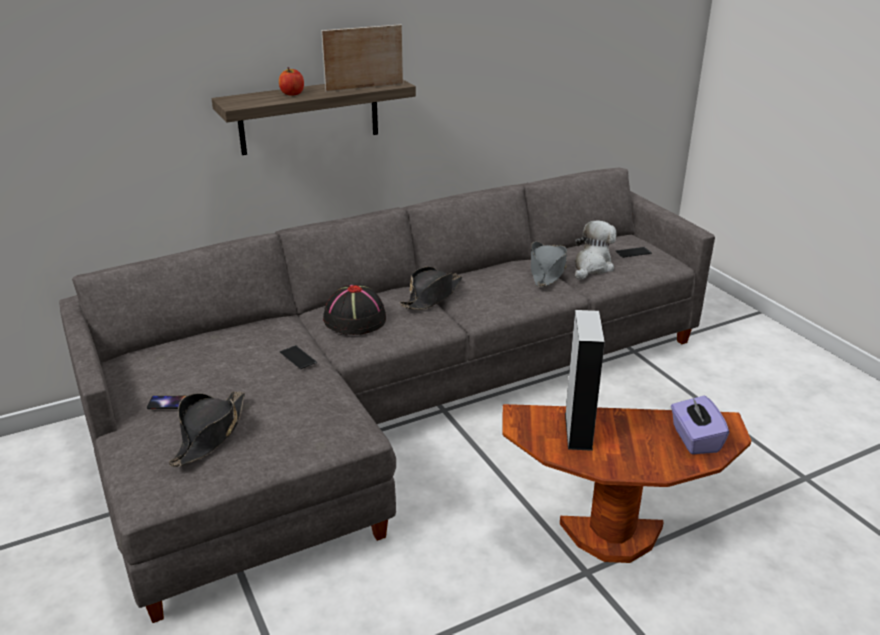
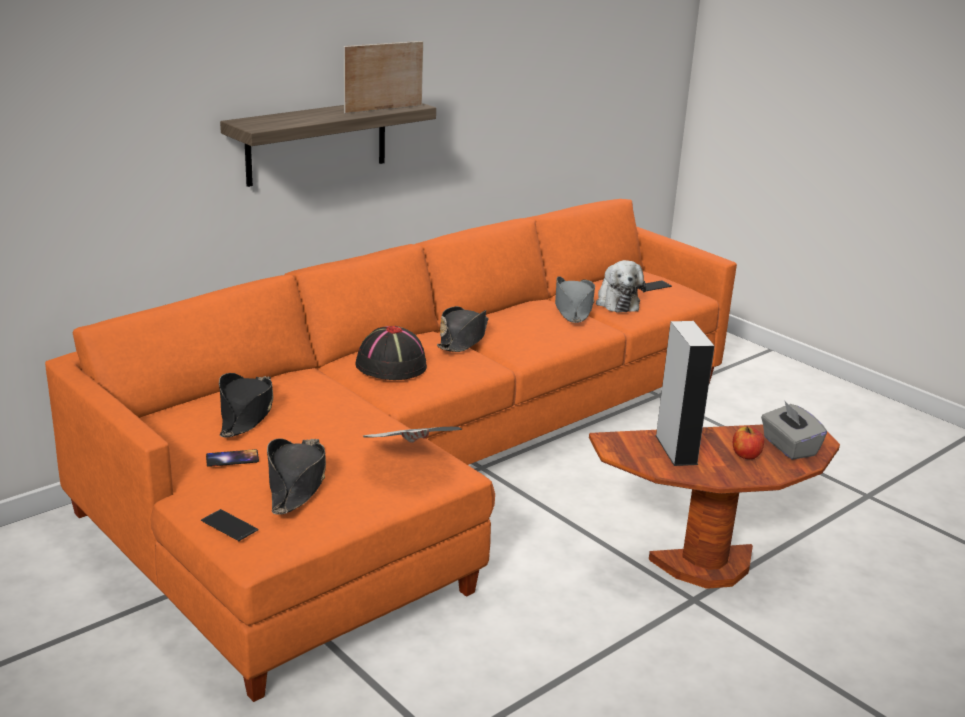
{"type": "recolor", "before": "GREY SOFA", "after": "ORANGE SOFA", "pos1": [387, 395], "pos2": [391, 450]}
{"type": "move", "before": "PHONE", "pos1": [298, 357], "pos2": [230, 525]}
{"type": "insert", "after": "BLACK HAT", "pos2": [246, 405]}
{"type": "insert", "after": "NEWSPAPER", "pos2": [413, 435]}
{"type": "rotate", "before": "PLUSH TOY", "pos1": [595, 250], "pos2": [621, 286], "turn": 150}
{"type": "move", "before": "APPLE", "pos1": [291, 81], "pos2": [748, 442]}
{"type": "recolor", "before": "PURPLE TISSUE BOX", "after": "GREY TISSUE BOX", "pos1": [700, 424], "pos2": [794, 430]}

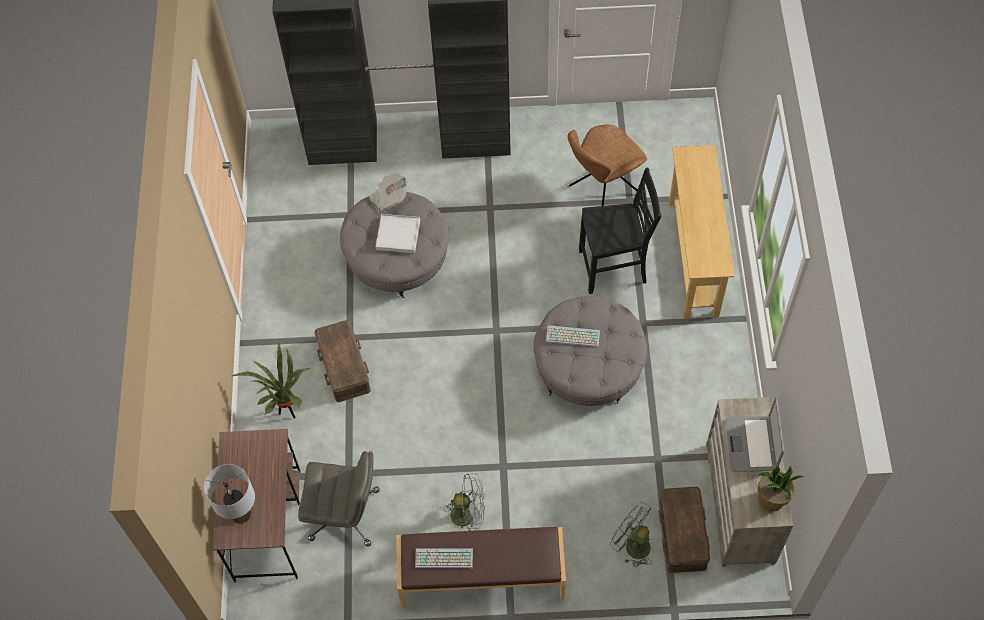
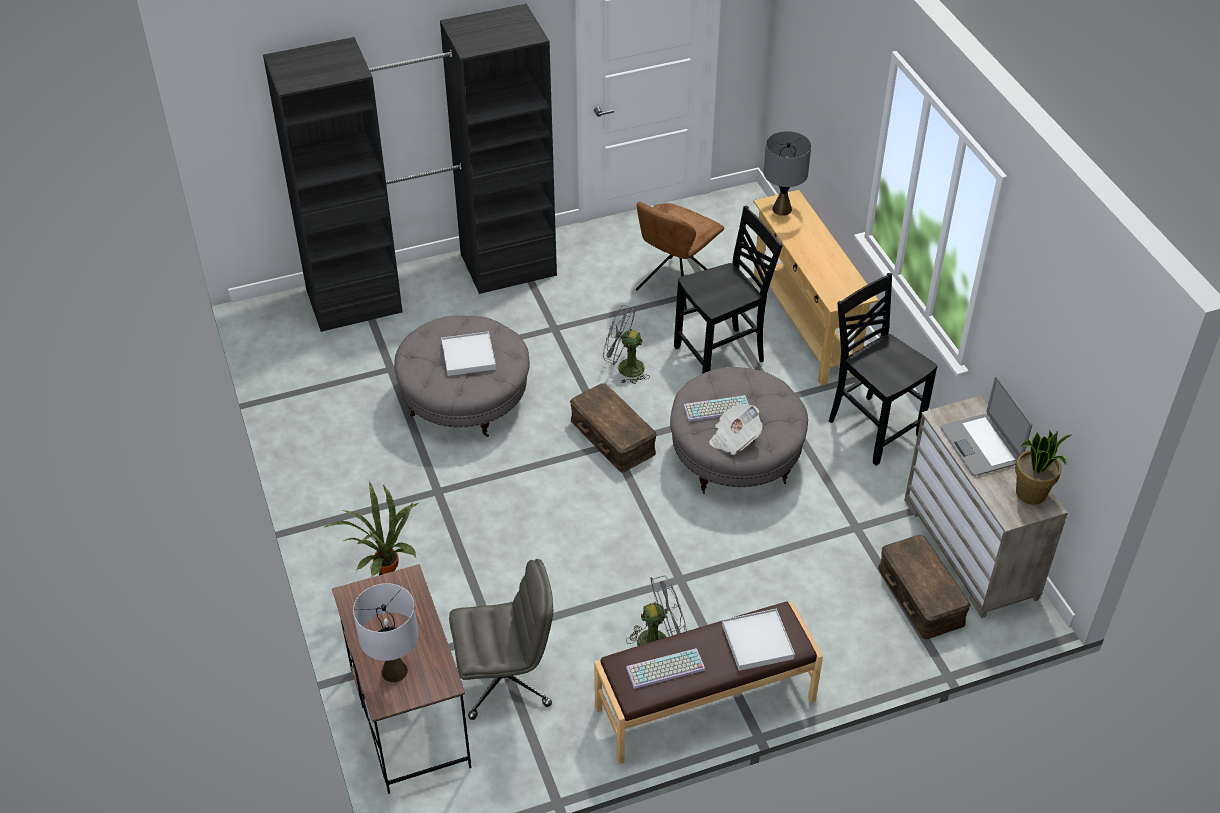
{"type": "move", "before": "BROWN STORAGE BOX", "pos1": [343, 361], "pos2": [613, 428]}
{"type": "move", "before": "GREY FAN", "pos1": [631, 534], "pos2": [626, 344]}
{"type": "move", "before": "NEWSPAPER", "pos1": [389, 192], "pos2": [736, 429]}
{"type": "insert", "after": "WHITE TRAY", "pos2": [758, 640]}
{"type": "insert", "after": "GREY TABLE LAMP", "pos2": [787, 173]}
{"type": "insert", "after": "BLACK CHAIR", "pos2": [883, 369]}

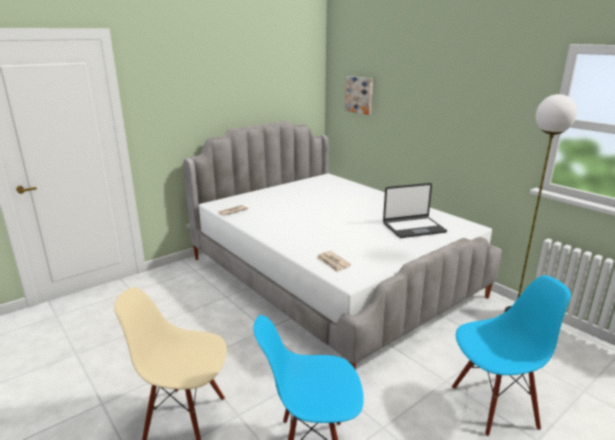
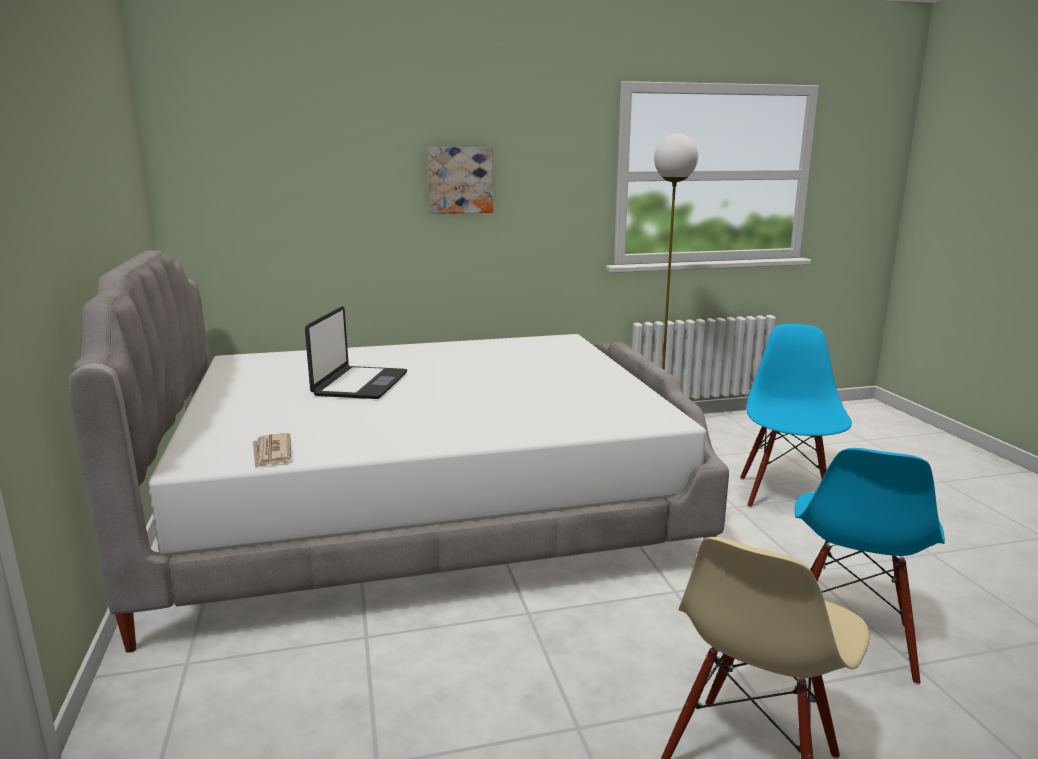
{"type": "move", "before": "LAPTOP", "pos1": [415, 210], "pos2": [356, 352]}
{"type": "move", "before": "PICTURE", "pos1": [359, 95], "pos2": [460, 180]}
{"type": "delete", "before": "NEWSPAPER", "pos1": [333, 261]}

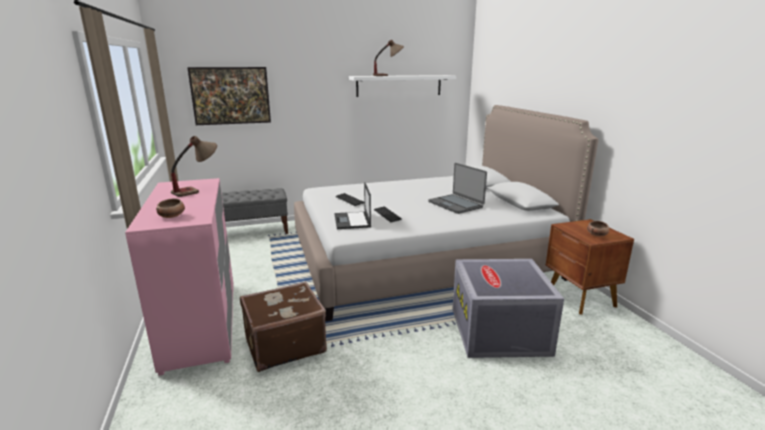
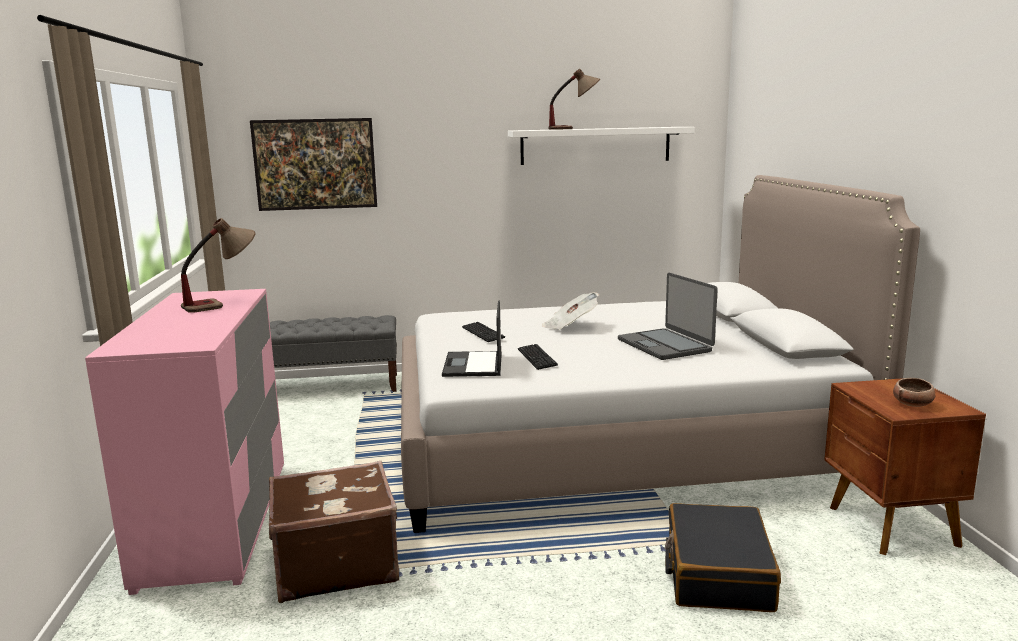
{"type": "insert", "after": "NEWSPAPER", "pos2": [570, 311]}
{"type": "replace", "before": "GREY STORAGE BOX", "after": "BLACK SUITCASE", "pos1": [508, 308], "pos2": [723, 557]}
{"type": "delete", "before": "BOWL", "pos1": [170, 208]}

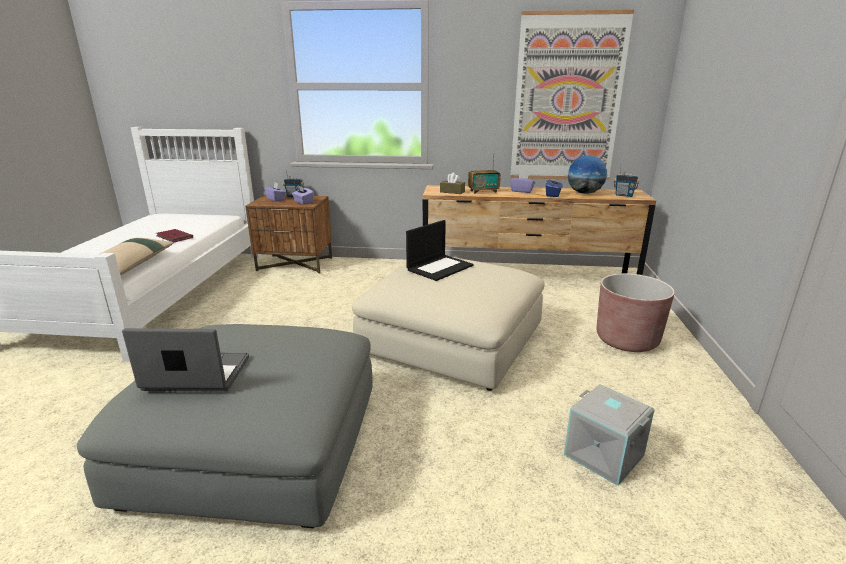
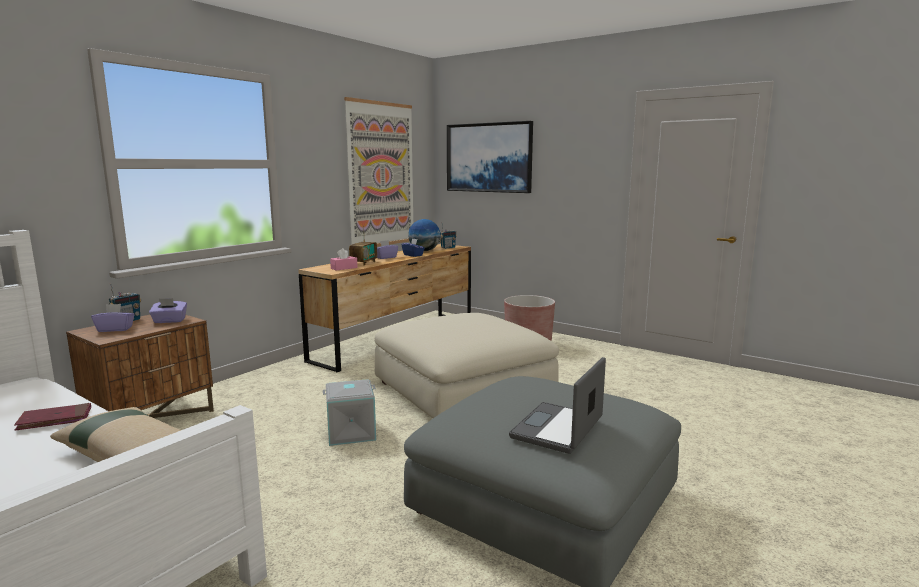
{"type": "move", "before": "GREY STORAGE BOX", "pos1": [609, 435], "pos2": [349, 413]}
{"type": "recolor", "before": "BROWN TISSUE BOX", "after": "PINK TISSUE BOX", "pos1": [452, 183], "pos2": [344, 259]}
{"type": "insert", "after": "PICTURE", "pos2": [490, 157]}
{"type": "delete", "before": "LAPTOP", "pos1": [439, 250]}

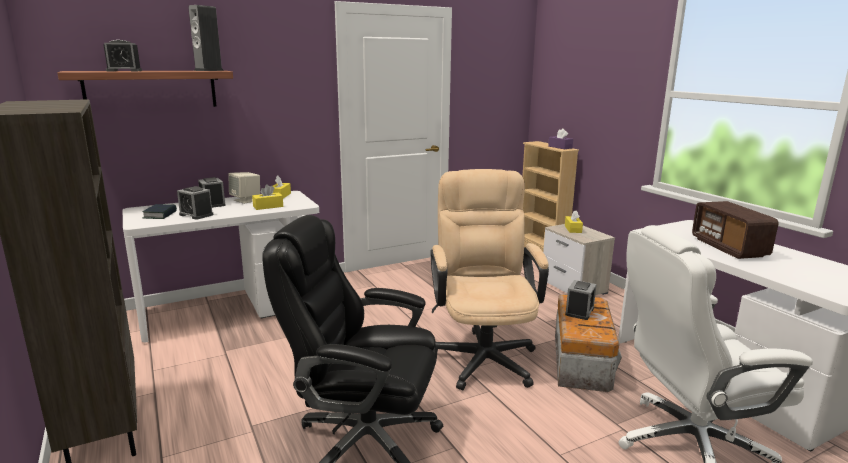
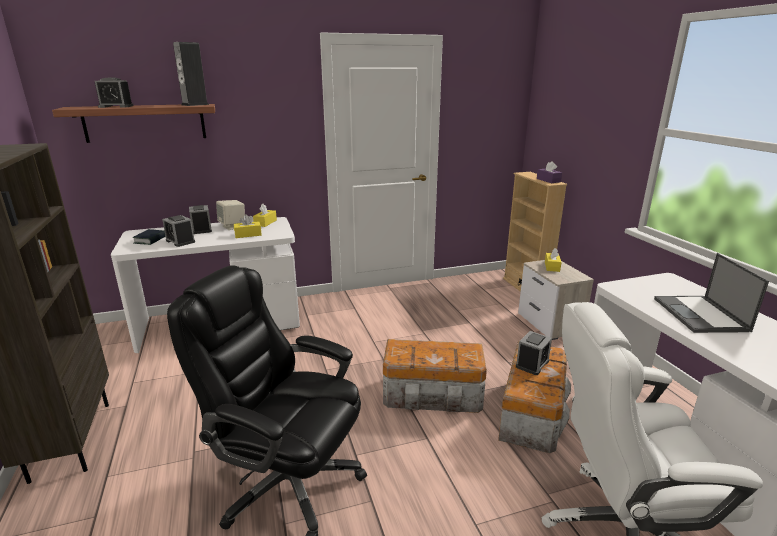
{"type": "replace", "before": "BEIGE OFFICE CHAIR", "after": "STORAGE BOX", "pos1": [489, 279], "pos2": [435, 376]}
{"type": "replace", "before": "RADIO", "after": "LAPTOP", "pos1": [735, 230], "pos2": [711, 293]}

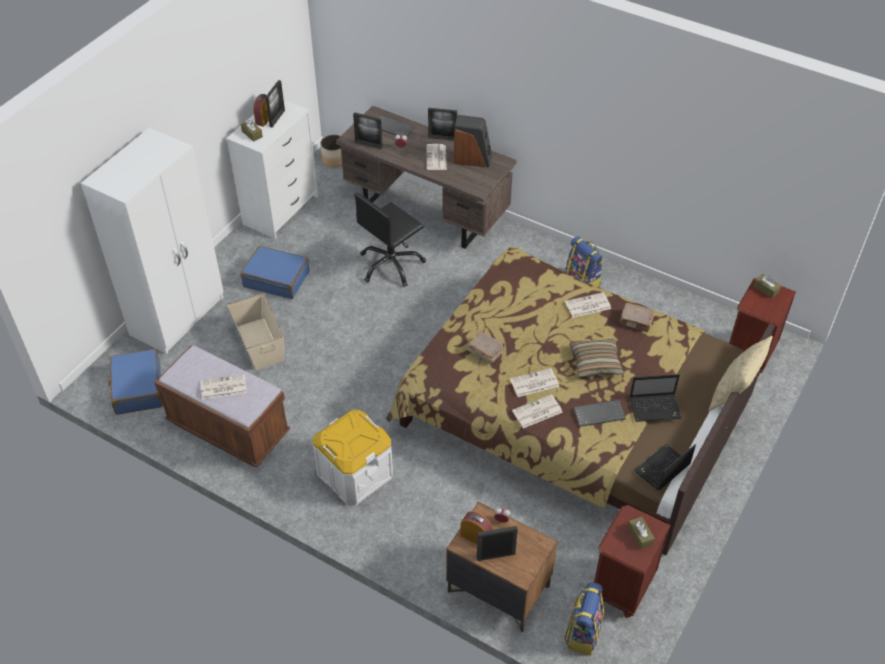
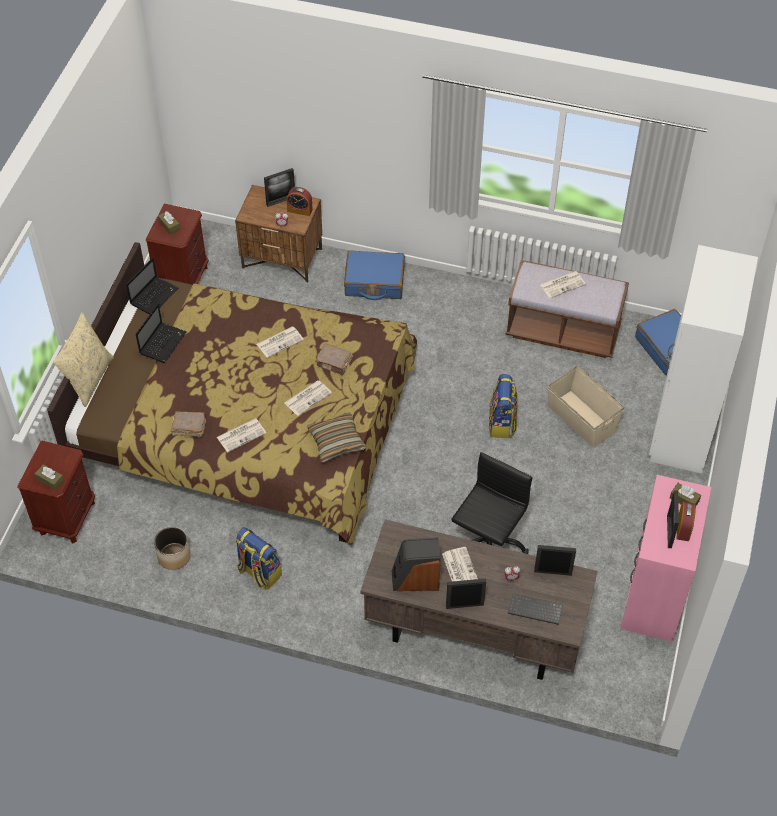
{"type": "rotate", "before": "LAPTOP", "pos1": [655, 398], "pos2": [161, 333], "turn": 135}
{"type": "move", "before": "PLANTER", "pos1": [331, 151], "pos2": [172, 548]}
{"type": "move", "before": "NEWSPAPER", "pos1": [537, 411], "pos2": [308, 398]}
{"type": "move", "before": "PILLOW", "pos1": [597, 358], "pos2": [336, 437]}
{"type": "move", "before": "BLUE SUITCASE", "pos1": [275, 272], "pos2": [374, 275]}
{"type": "move", "before": "BACKPACK", "pos1": [584, 619], "pos2": [503, 406]}
{"type": "recolor", "before": "WHITE DRESSER", "after": "PINK DRESSER", "pos1": [272, 169], "pos2": [665, 558]}
{"type": "delete", "before": "WHITE STORAGE BOX", "pos1": [352, 458]}
{"type": "delete", "before": "KEYBOARD", "pos1": [600, 413]}

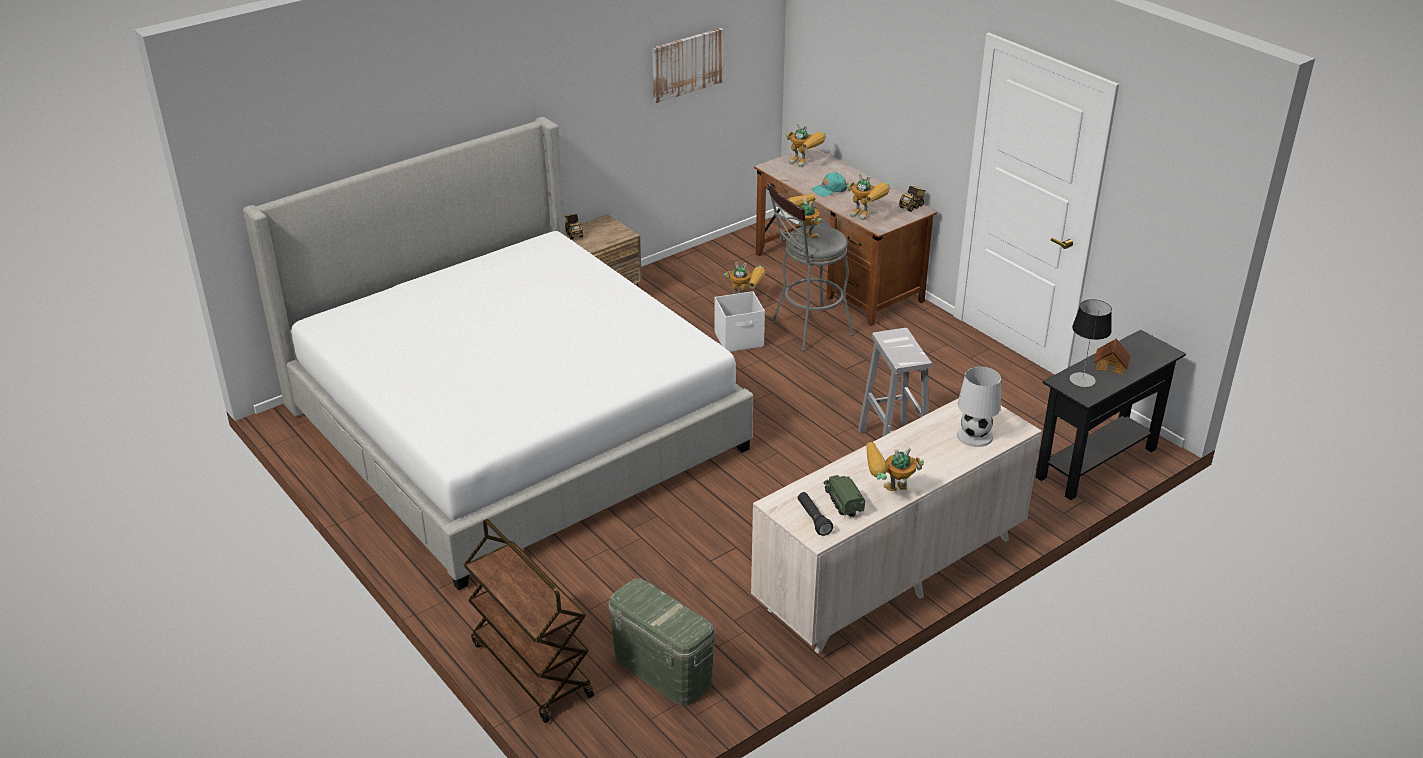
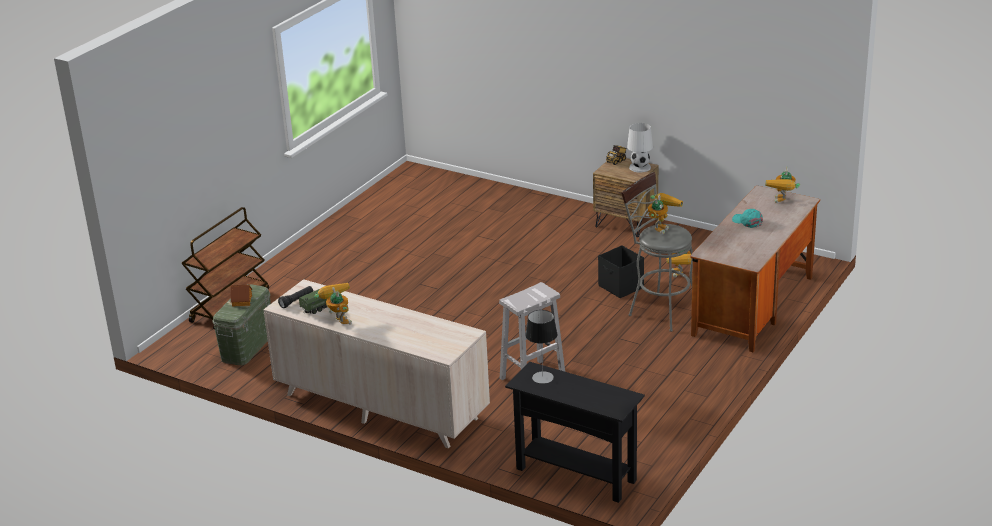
{"type": "move", "before": "TOY HOUSE", "pos1": [1112, 356], "pos2": [241, 296]}
{"type": "recolor", "before": "WHITE STORAGE BOX", "after": "BLACK STORAGE BOX", "pos1": [740, 321], "pos2": [621, 271]}
{"type": "move", "before": "WHITE TABLE LAMP", "pos1": [979, 406], "pos2": [640, 148]}
{"type": "delete", "before": "BED", "pos1": [498, 353]}
{"type": "delete", "before": "PICTURE", "pos1": [688, 65]}
{"type": "delete", "before": "TOY ROBOT", "pos1": [868, 197]}
{"type": "delete", "before": "TOY TRUCK", "pos1": [912, 199]}

